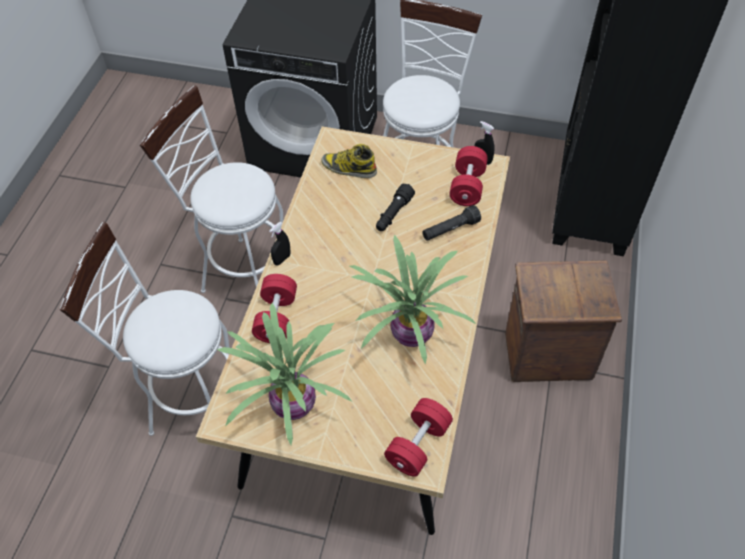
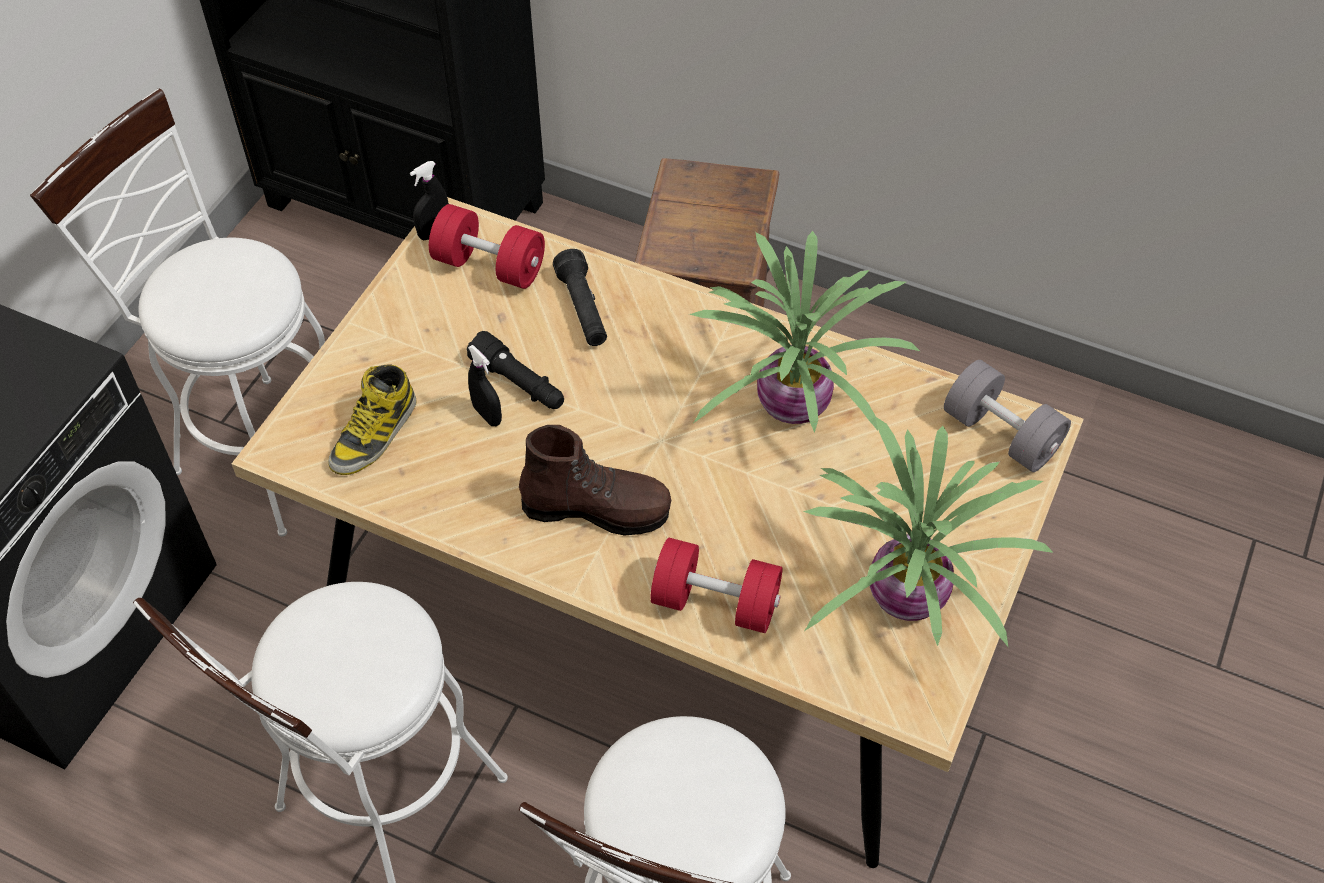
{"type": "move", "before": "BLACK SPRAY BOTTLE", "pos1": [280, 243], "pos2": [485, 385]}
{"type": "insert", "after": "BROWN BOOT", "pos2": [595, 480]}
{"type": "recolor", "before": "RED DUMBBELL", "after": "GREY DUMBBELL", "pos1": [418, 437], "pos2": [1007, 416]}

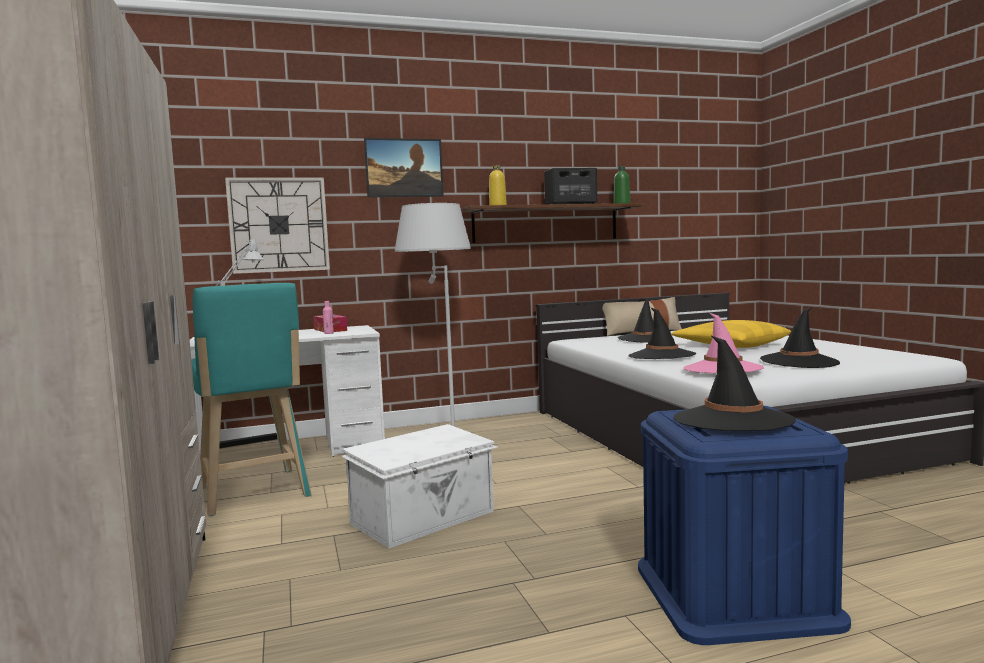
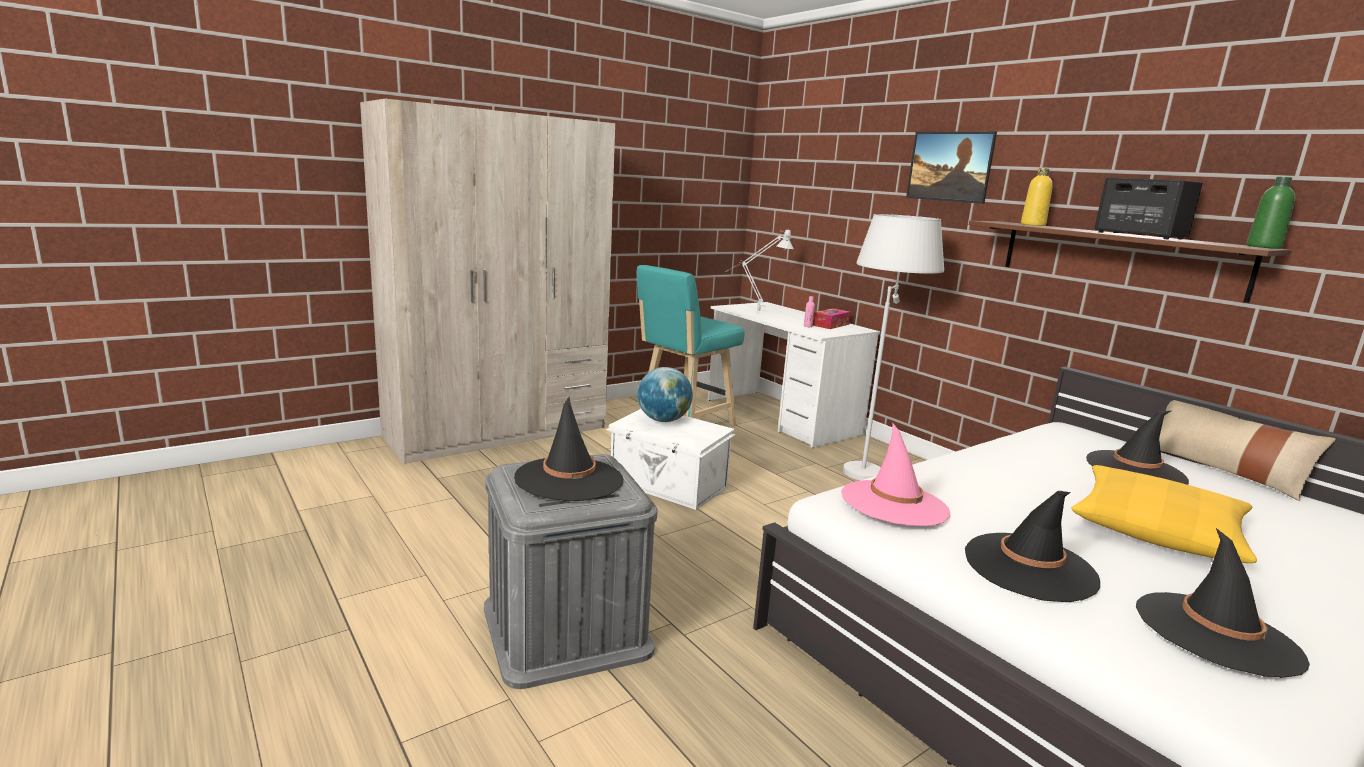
{"type": "recolor", "before": "BLUE STORAGE BOX", "after": "GREY STORAGE BOX", "pos1": [744, 525], "pos2": [571, 571]}
{"type": "insert", "after": "GLOBE", "pos2": [665, 394]}
{"type": "move", "before": "BLACK HAT", "pos1": [662, 333], "pos2": [1223, 603]}
{"type": "delete", "before": "WALL CLOCK", "pos1": [277, 225]}

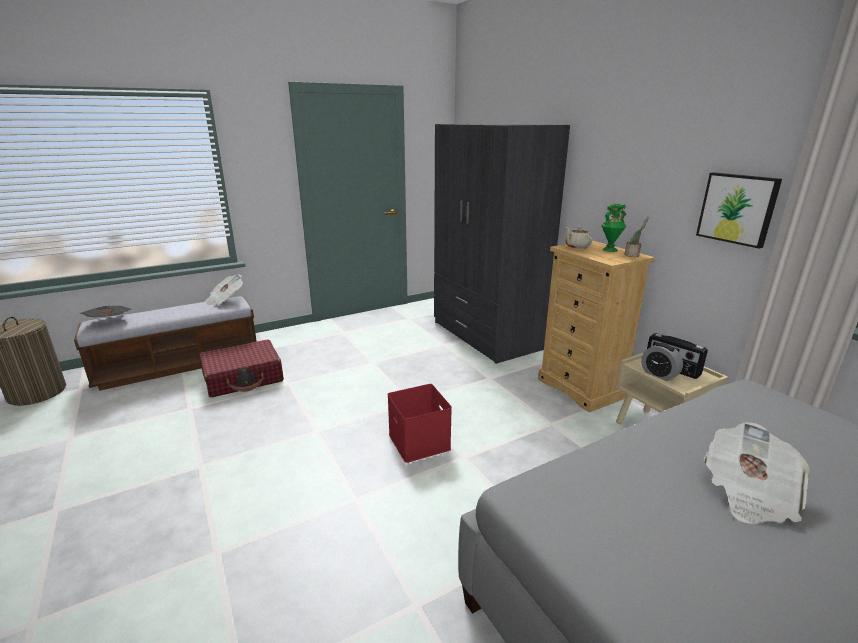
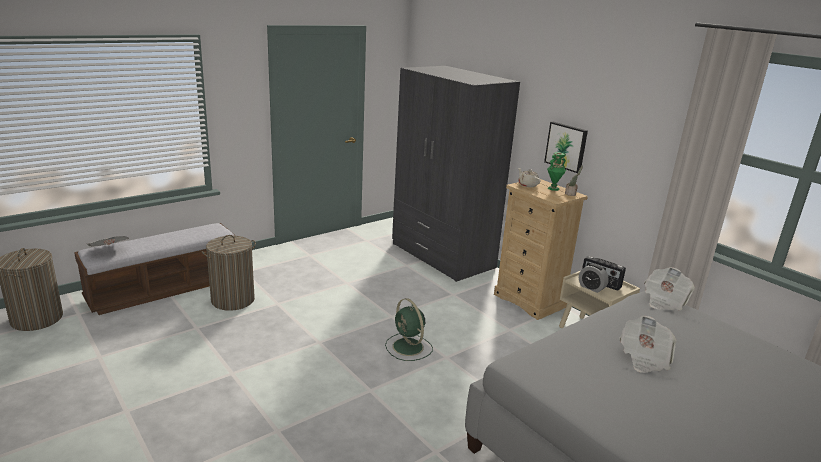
{"type": "replace", "before": "RED SUITCASE", "after": "LAUNDRY BASKET", "pos1": [241, 369], "pos2": [229, 273]}
{"type": "replace", "before": "RED STORAGE BOX", "after": "GREEN FAN", "pos1": [420, 423], "pos2": [409, 329]}
{"type": "move", "before": "PICTURE", "pos1": [739, 210], "pos2": [566, 147]}
{"type": "move", "before": "NEWSPAPER", "pos1": [223, 289], "pos2": [669, 288]}

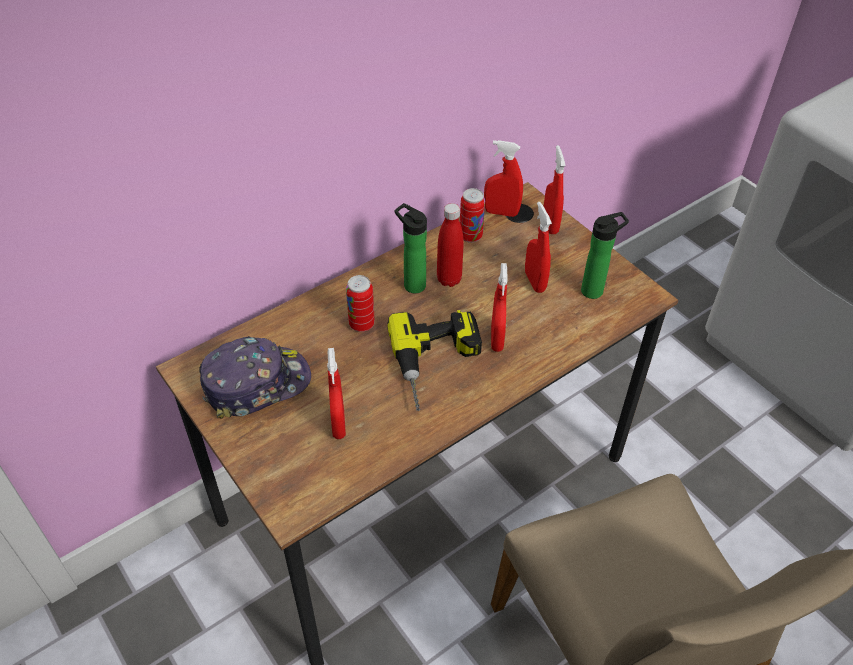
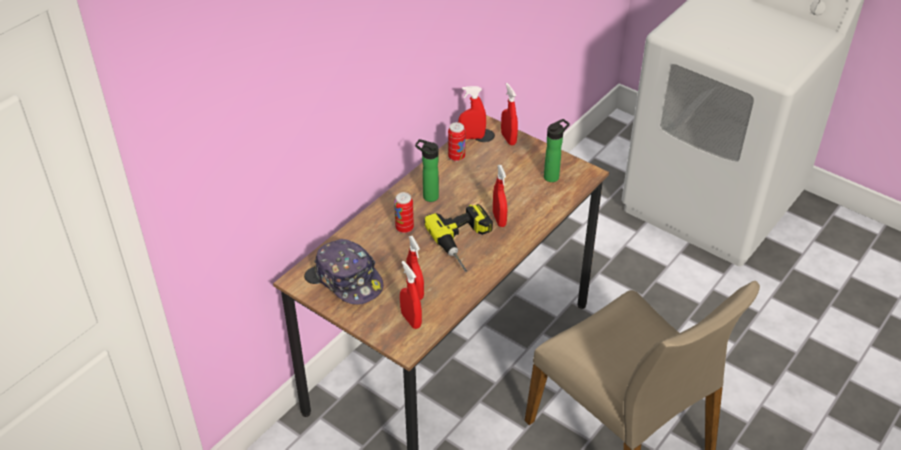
{"type": "rotate", "before": "CAP", "pos1": [255, 377], "pos2": [348, 272], "turn": 90}
{"type": "move", "before": "RED SPRAY BOTTLE", "pos1": [538, 247], "pos2": [411, 295]}
{"type": "delete", "before": "RED BOTTLE", "pos1": [450, 245]}

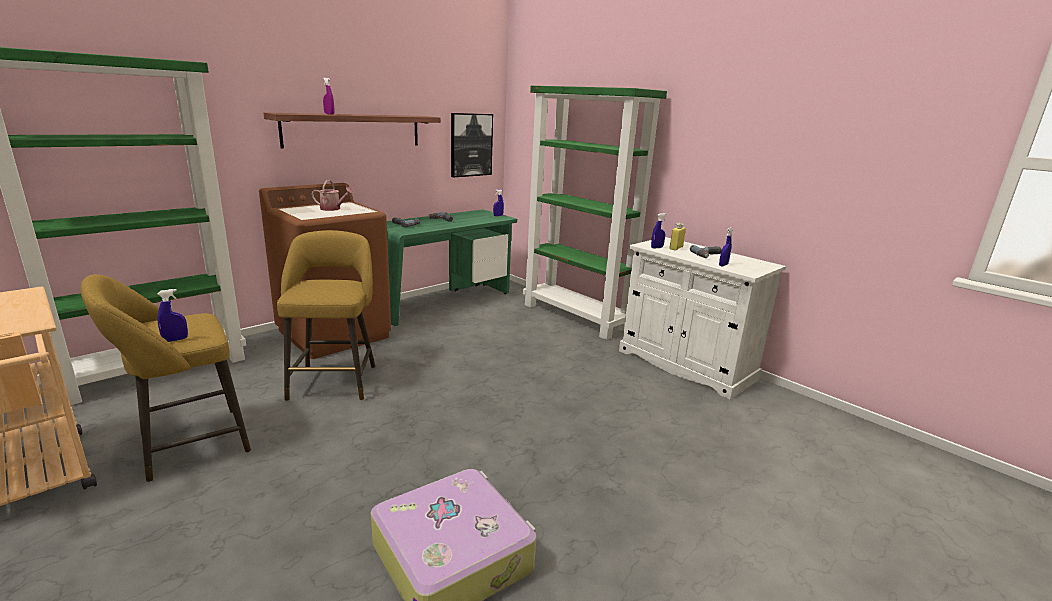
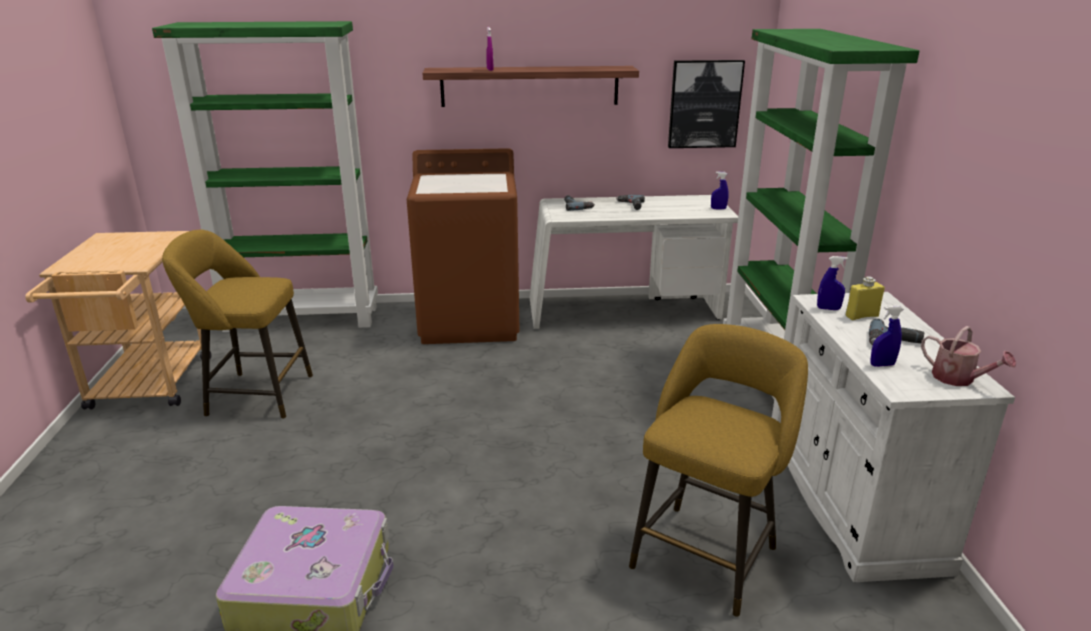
{"type": "recolor", "before": "GREEN DESK", "after": "WHITE DESK", "pos1": [452, 267], "pos2": [634, 262]}
{"type": "move", "before": "YELLOW STOOL", "pos1": [326, 315], "pos2": [718, 470]}
{"type": "move", "before": "WATERING CAN", "pos1": [333, 195], "pos2": [968, 356]}
{"type": "delete", "before": "BLUE SPRAY BOTTLE", "pos1": [172, 315]}

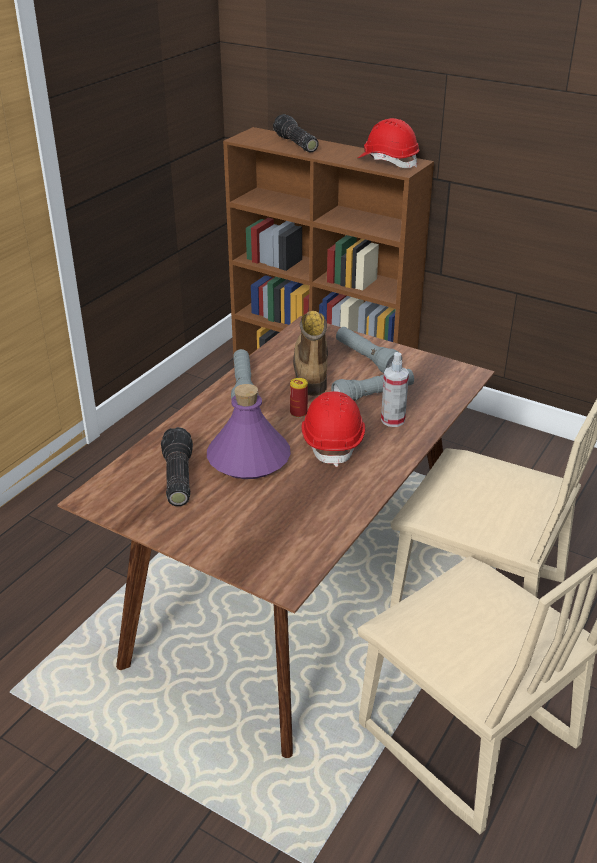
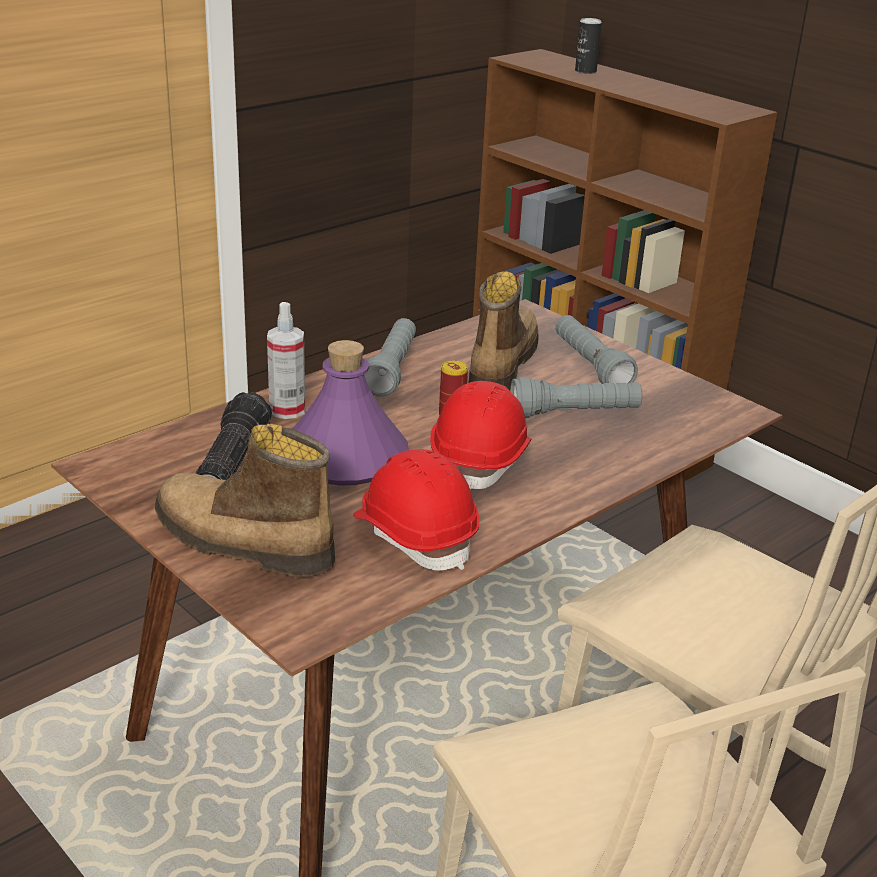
{"type": "insert", "after": "BOOT", "pos2": [245, 500]}
{"type": "move", "before": "SPRAY BOTTLE", "pos1": [395, 389], "pos2": [286, 360]}
{"type": "move", "before": "RED HARD HAT", "pos1": [388, 143], "pos2": [416, 509]}
{"type": "replace", "before": "FLASHLIGHT", "after": "CAN", "pos1": [296, 133], "pos2": [588, 46]}

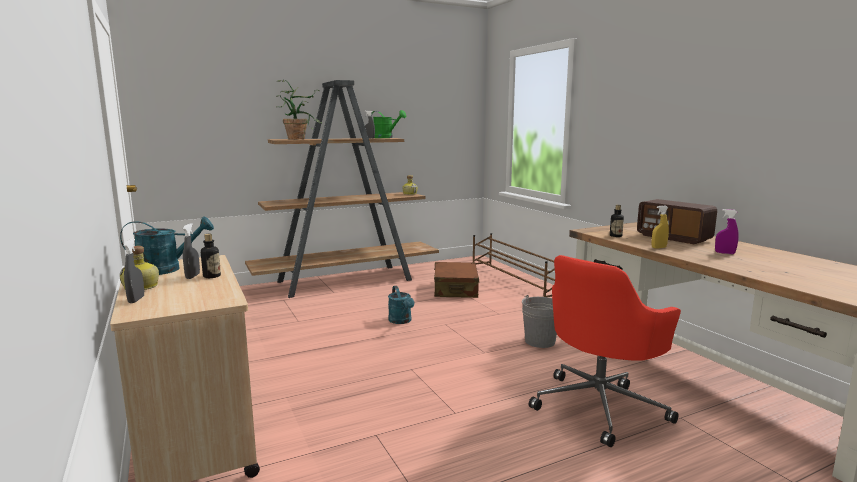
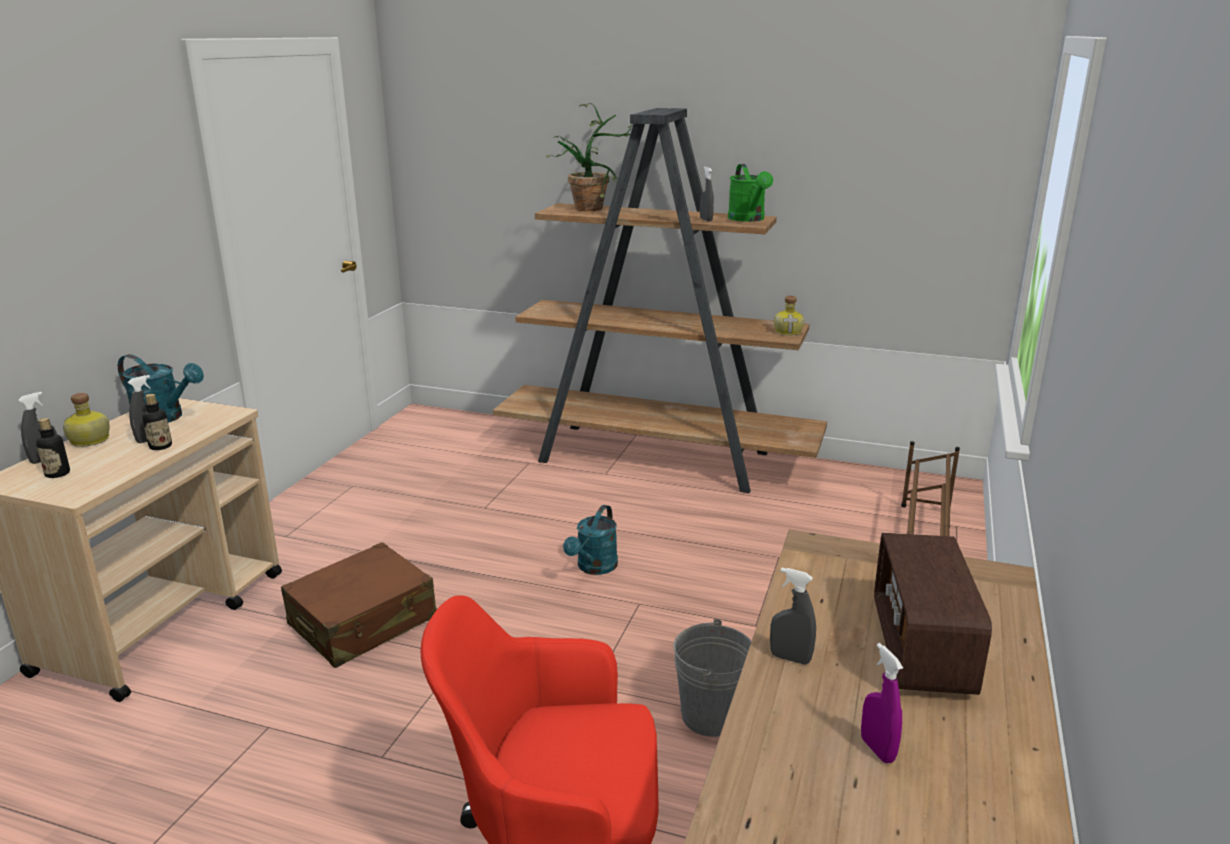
{"type": "move", "before": "BOTTLE", "pos1": [617, 221], "pos2": [53, 448]}
{"type": "move", "before": "BROWN SUITCASE", "pos1": [457, 280], "pos2": [359, 605]}
{"type": "recolor", "before": "YELLOW SPRAY BOTTLE", "after": "GREY SPRAY BOTTLE", "pos1": [660, 227], "pos2": [793, 616]}

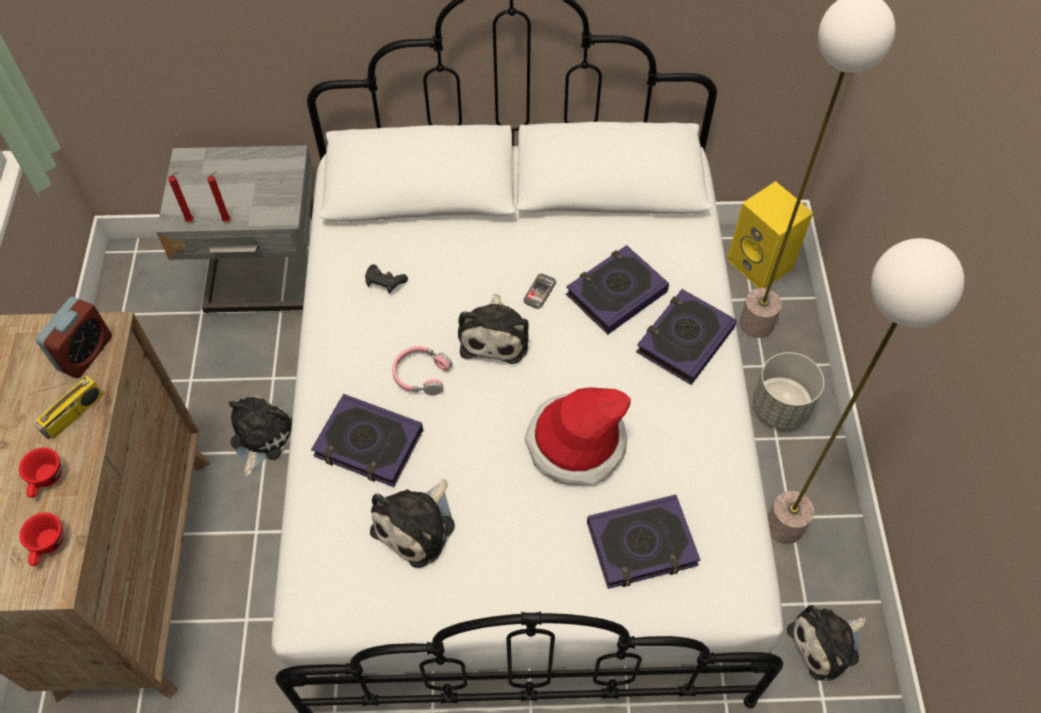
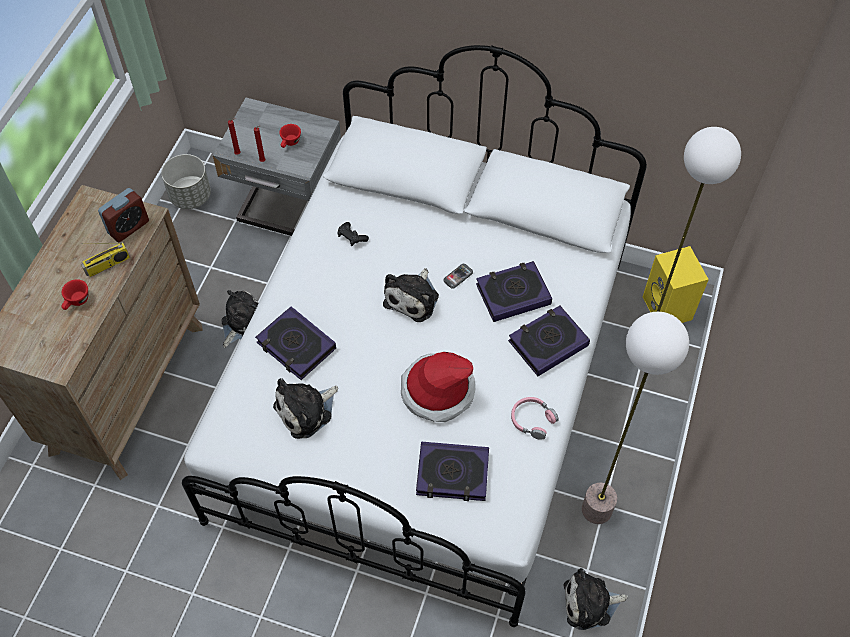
{"type": "move", "before": "GREY PLANTER", "pos1": [788, 390], "pos2": [186, 181]}
{"type": "move", "before": "RED CUP", "pos1": [41, 539], "pos2": [290, 136]}
{"type": "move", "before": "PINK HEADPHONES", "pos1": [422, 370], "pos2": [534, 418]}

